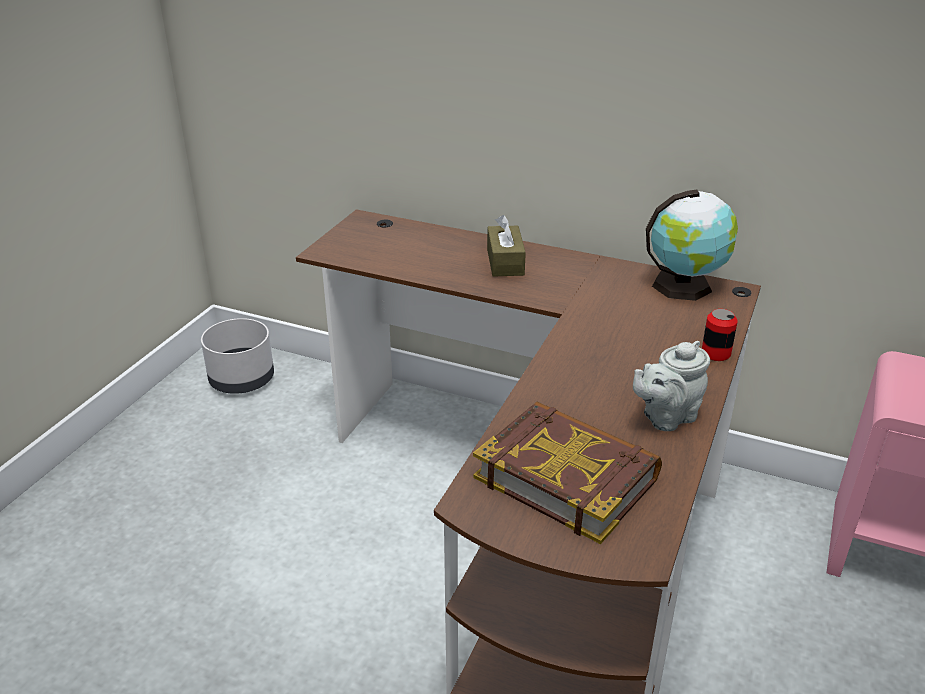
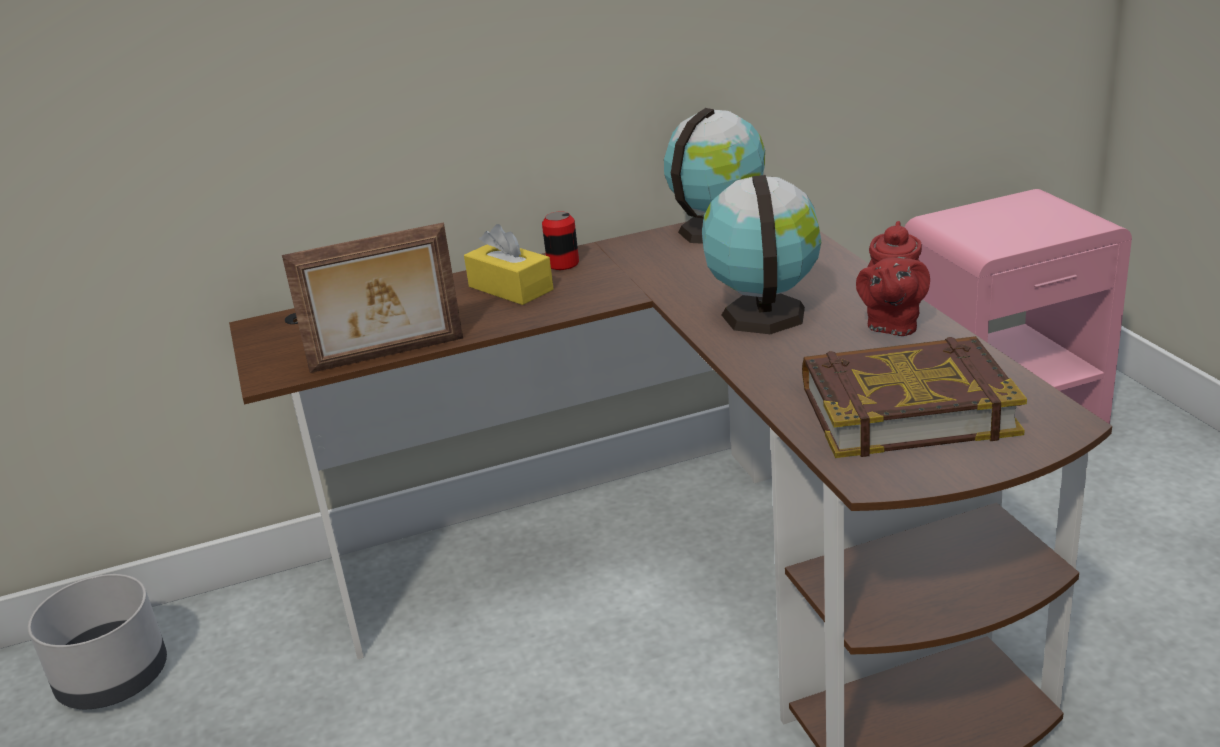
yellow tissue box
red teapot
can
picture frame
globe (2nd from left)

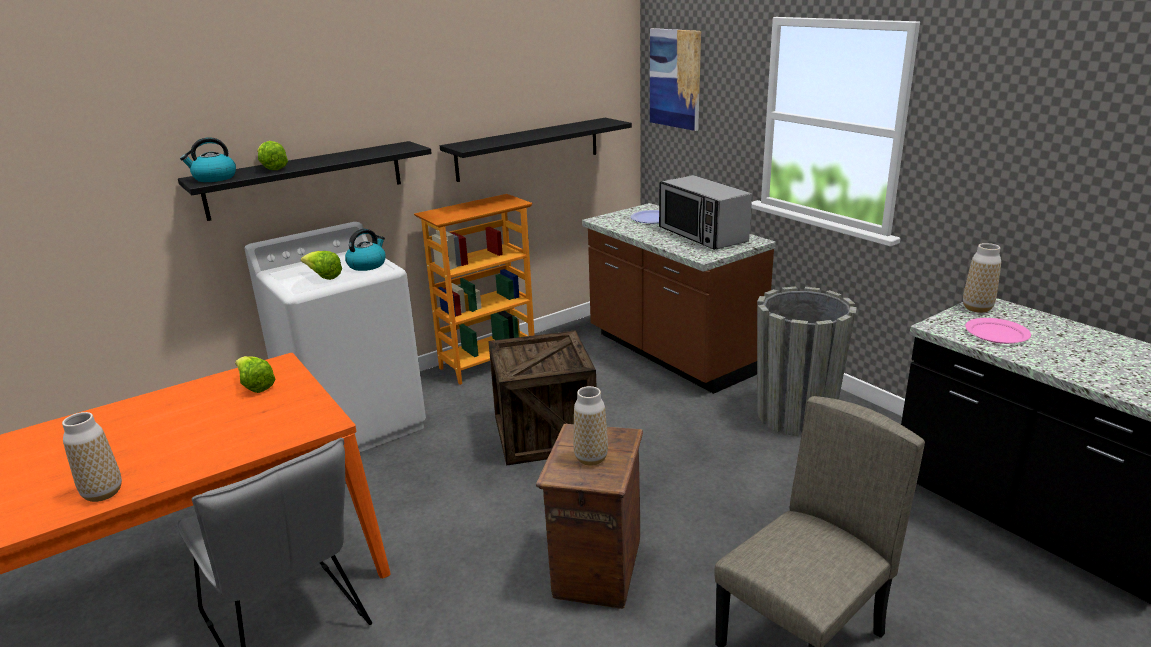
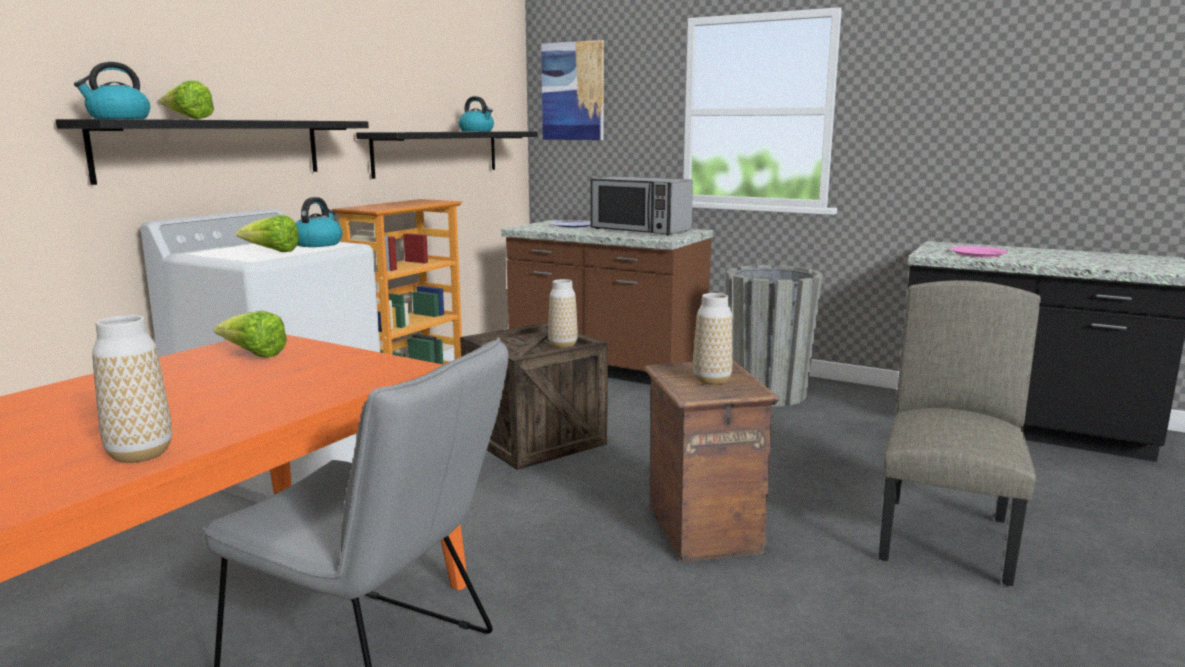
vase (2nd from left)
kettle (3rd from left)

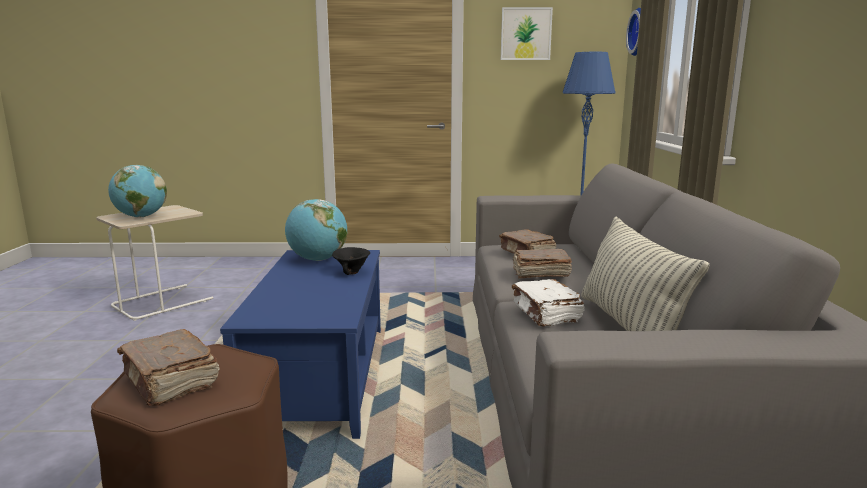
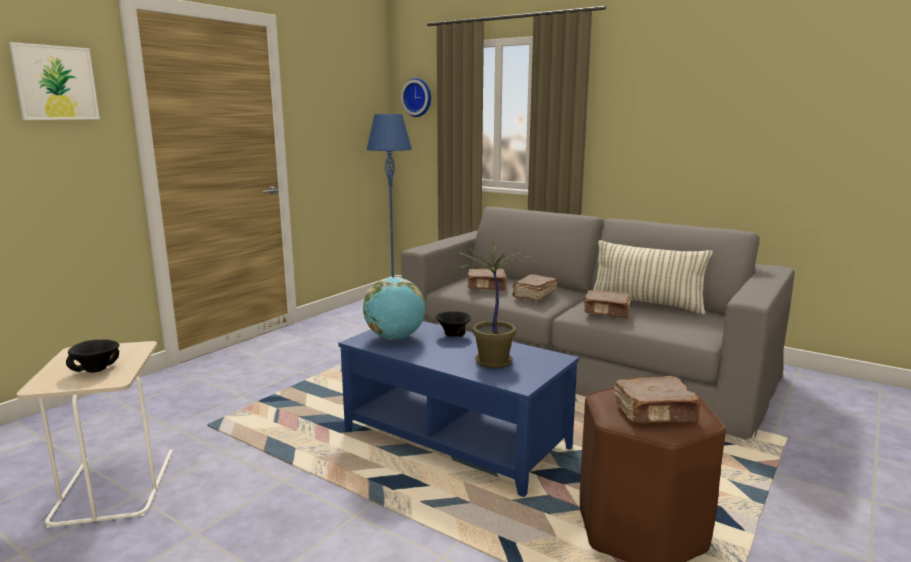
black bowl (1st from left)
picture
brown book (3rd from left)
potted plant

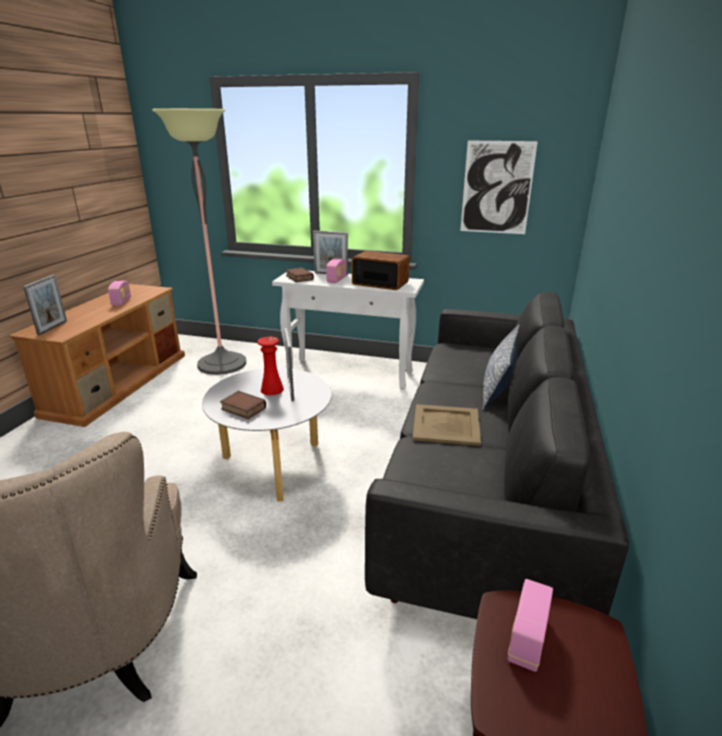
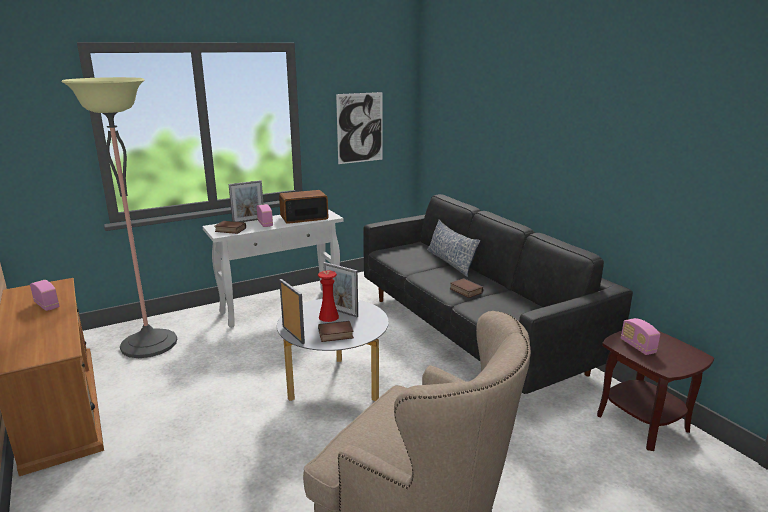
picture frame (2nd from left)
book (3rd from left)

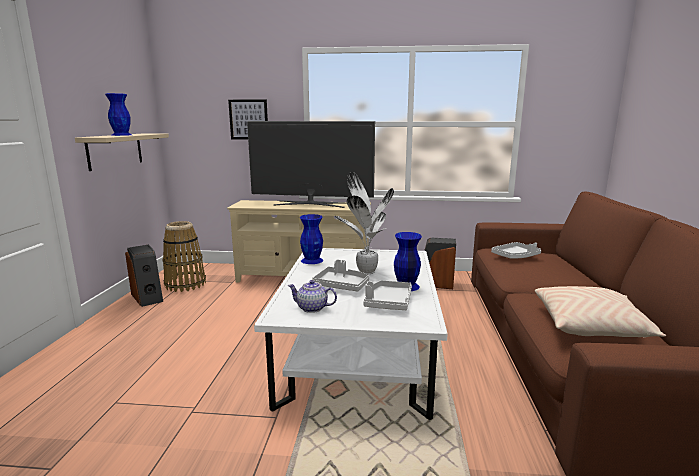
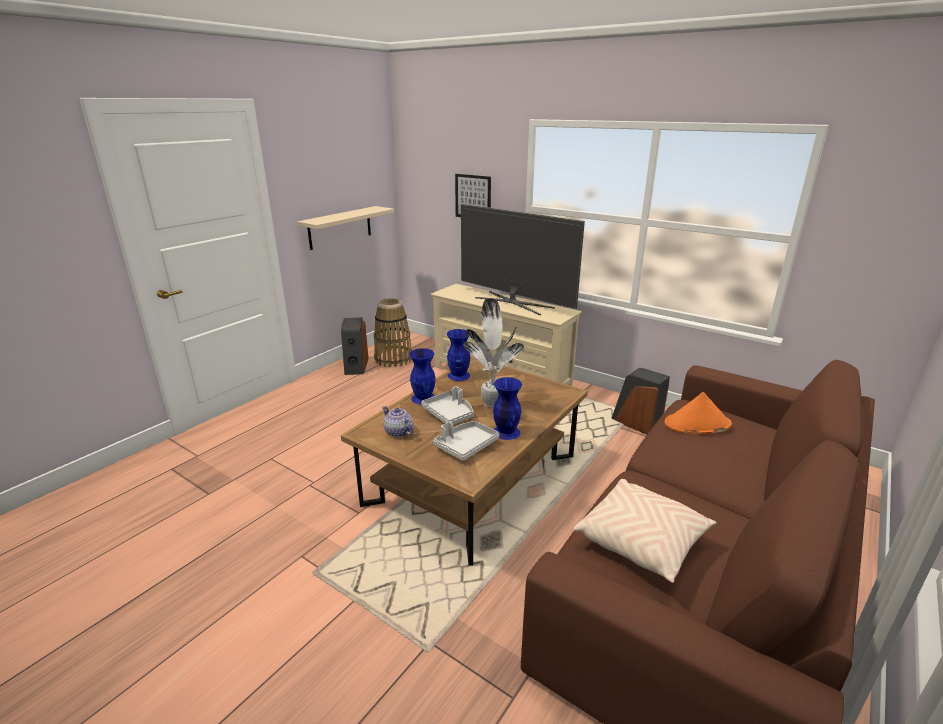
blue vase (1st from left)
brown coffee table
orange hat

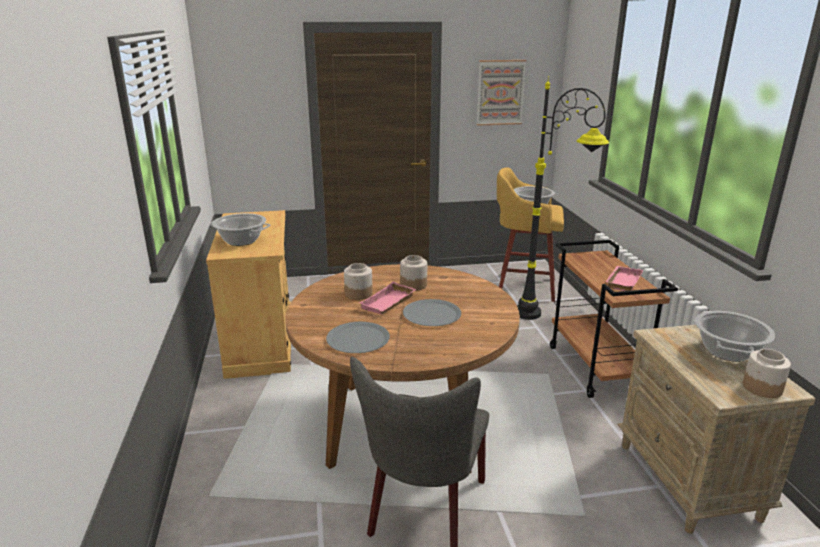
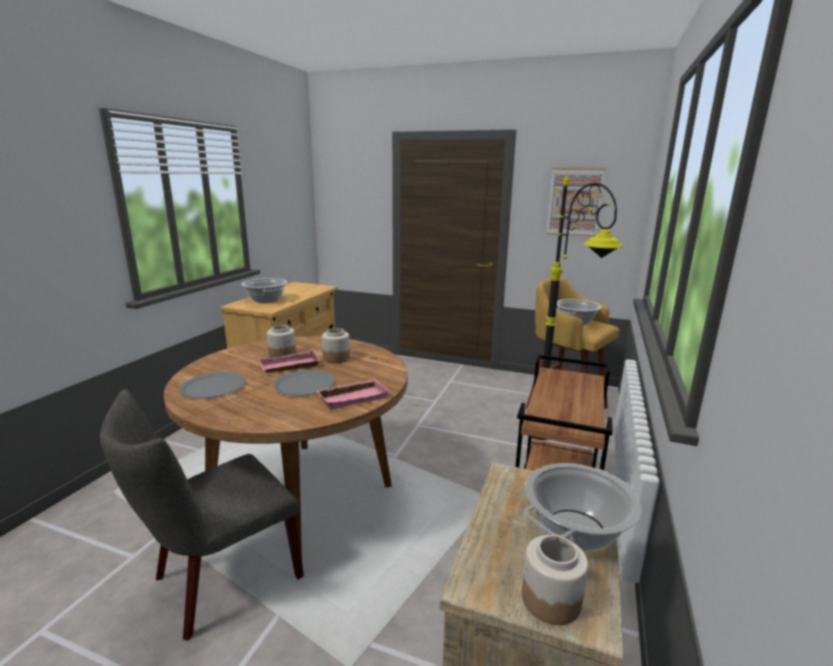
pink tray (2nd from left)

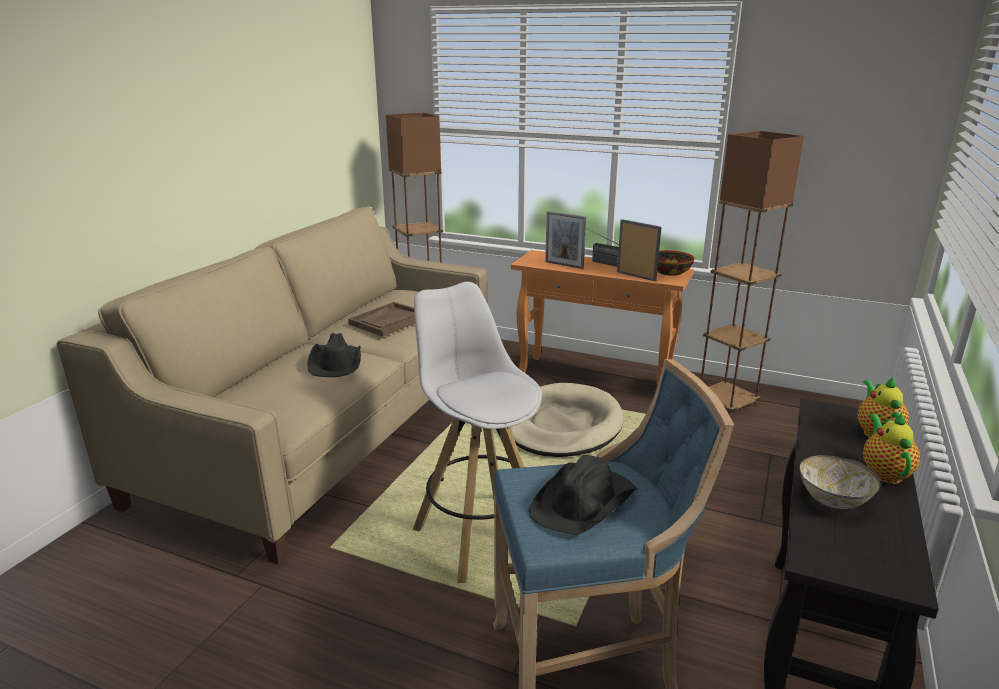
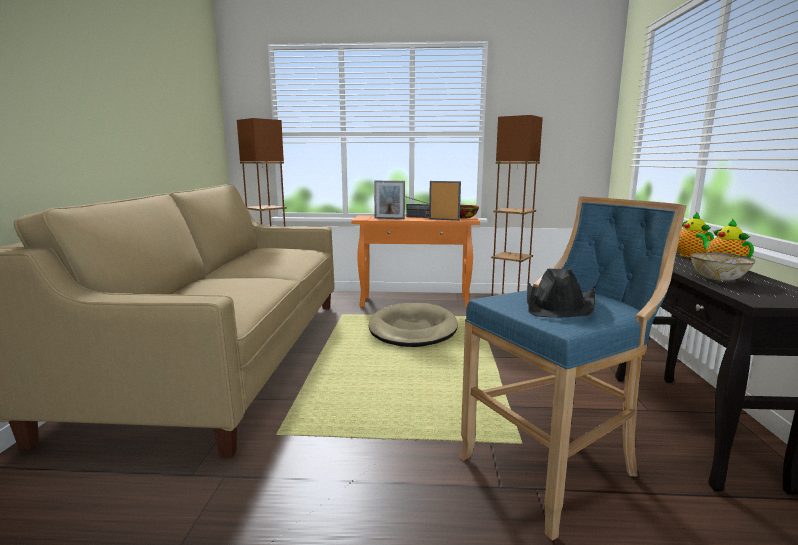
black hat (1st from left in the first image)
brown tray
white stool

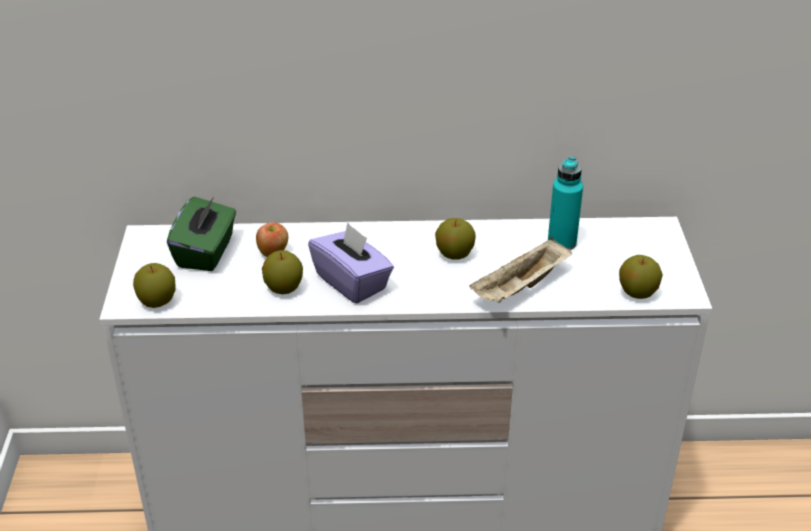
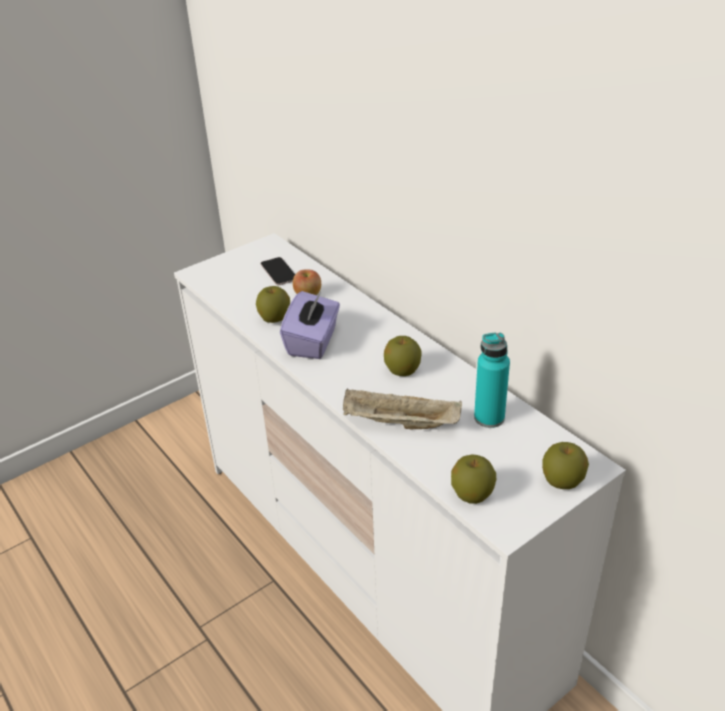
apple (5th from left)
phone

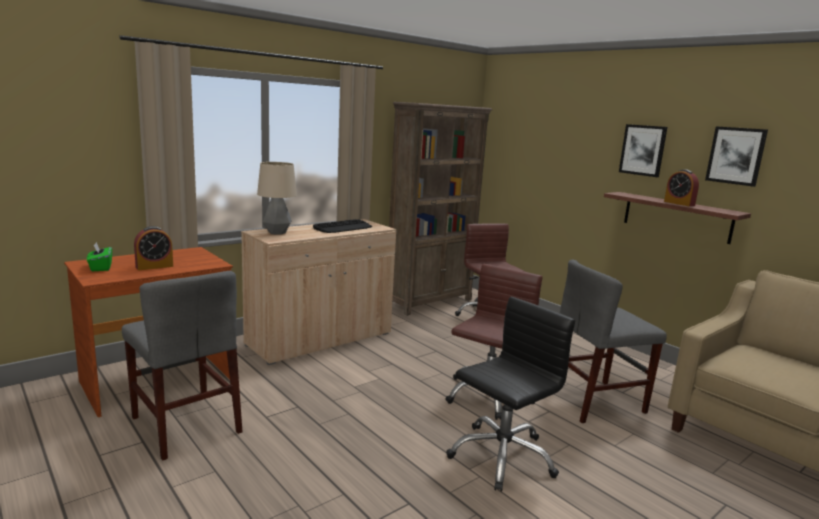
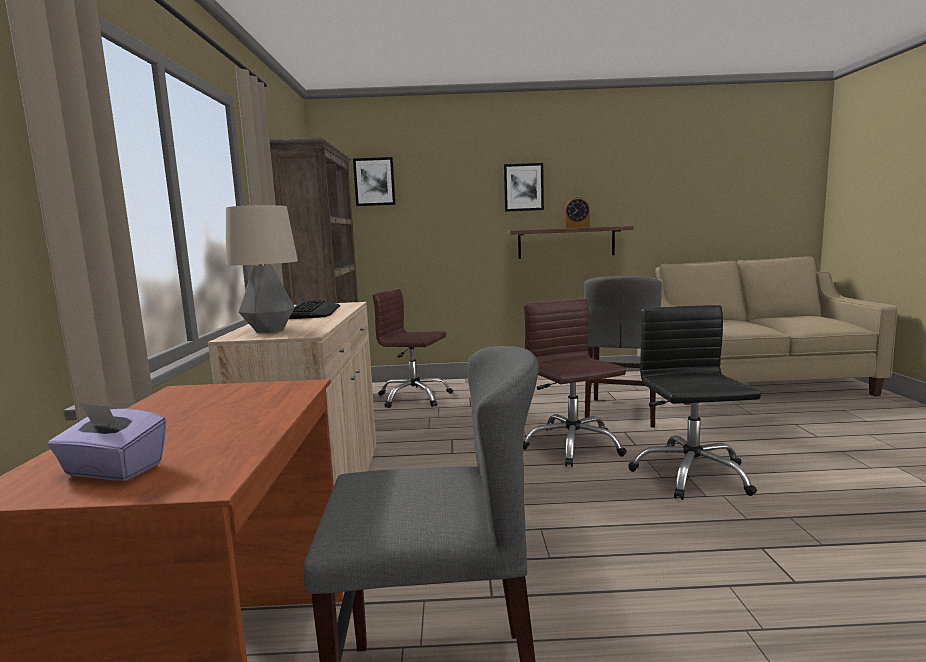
purple tissue box
alarm clock (1st from left in the first image)
picture (1st from left)

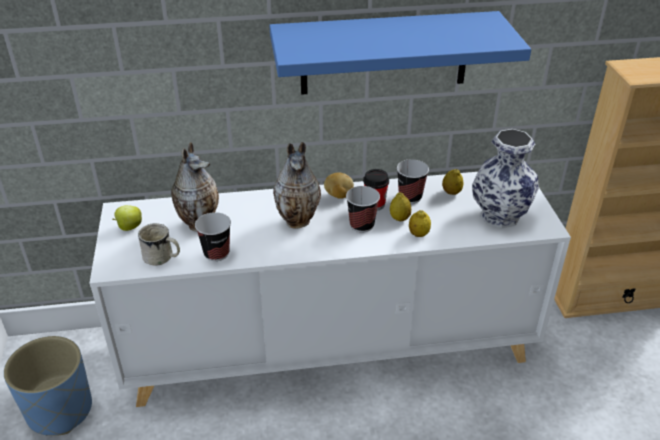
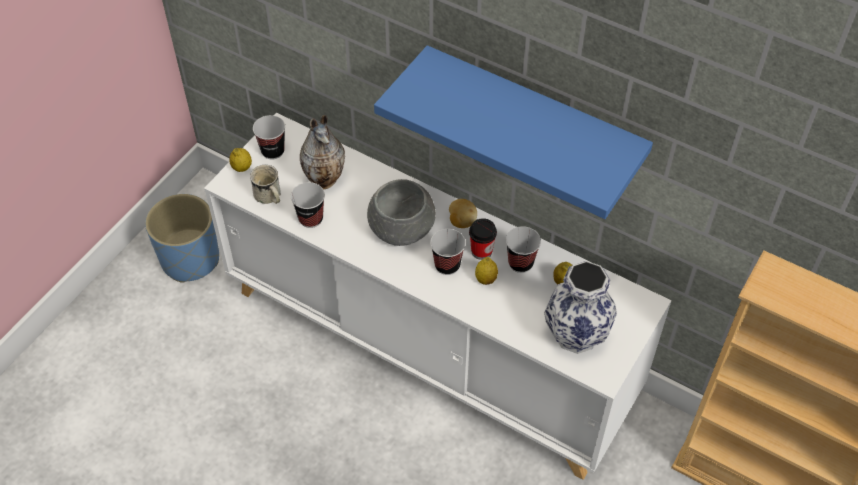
cup (1st from left)
grey bowl
lemon (1st from left)

